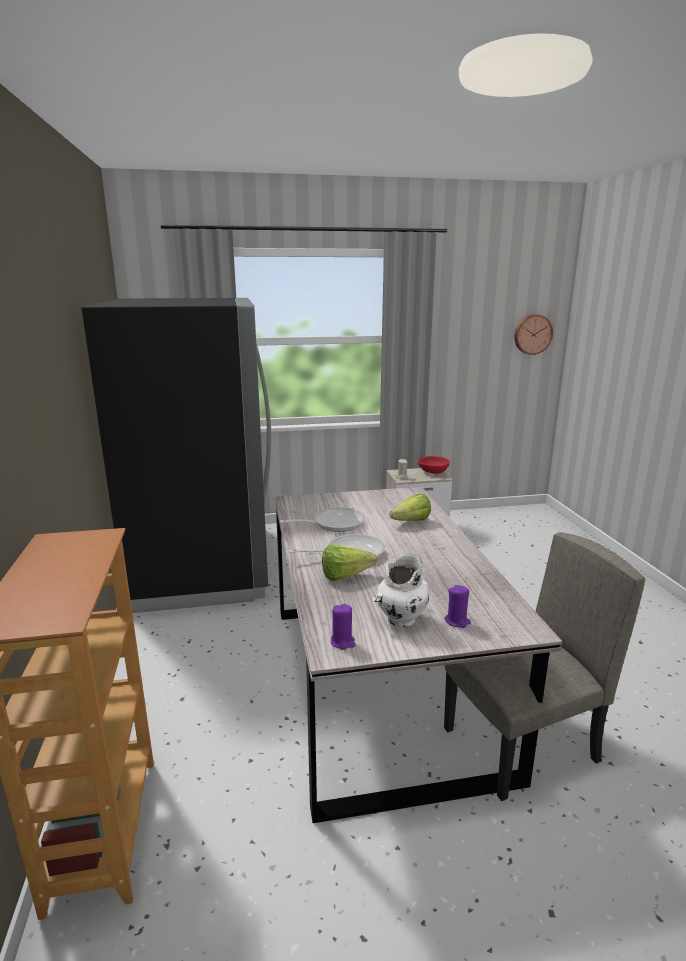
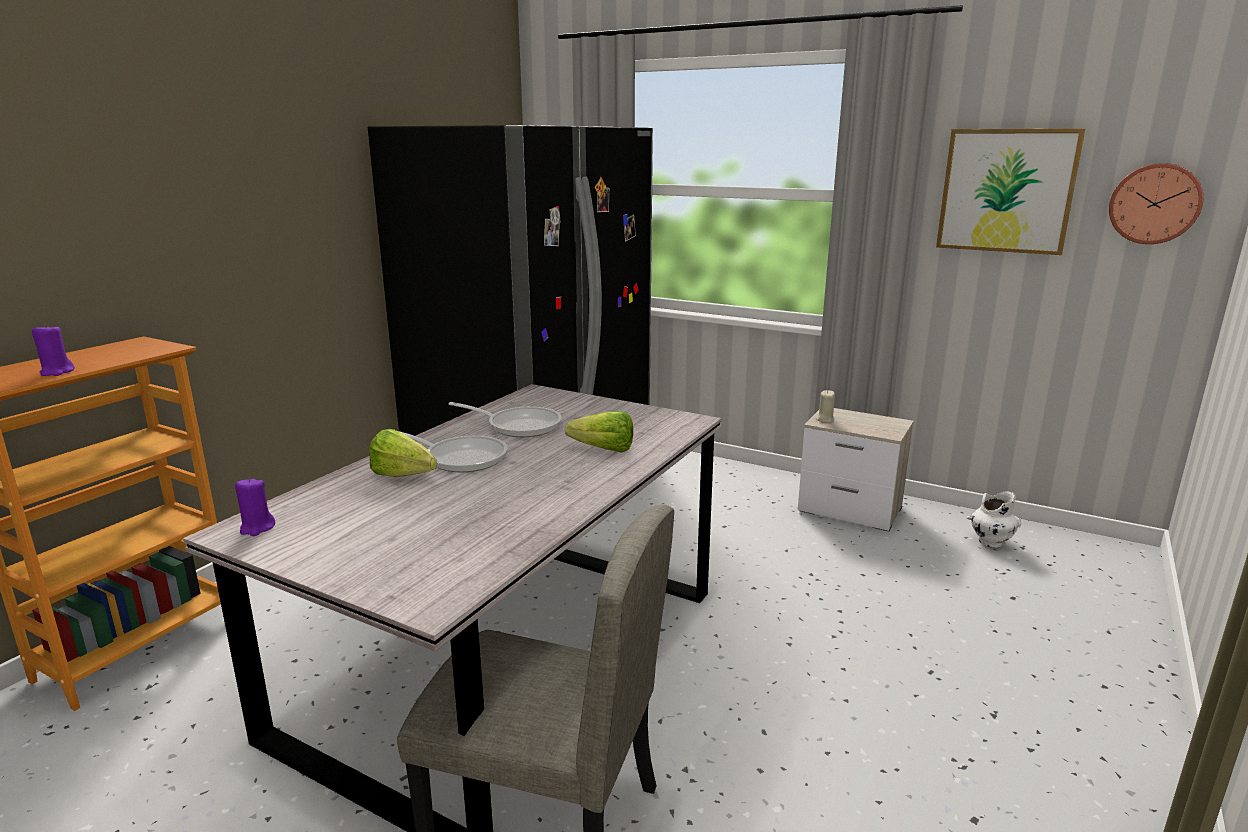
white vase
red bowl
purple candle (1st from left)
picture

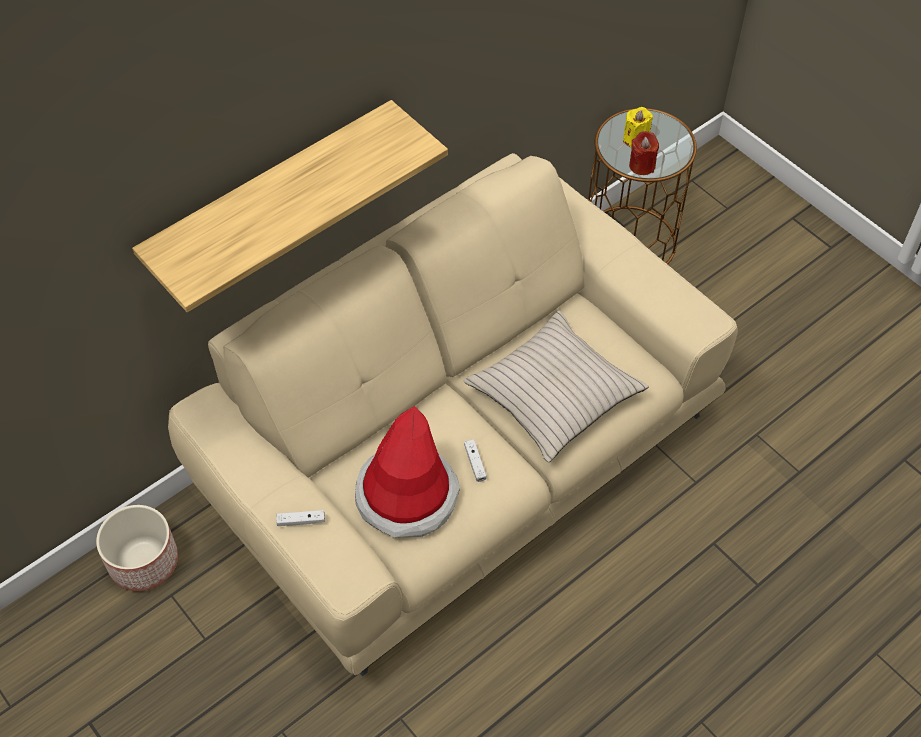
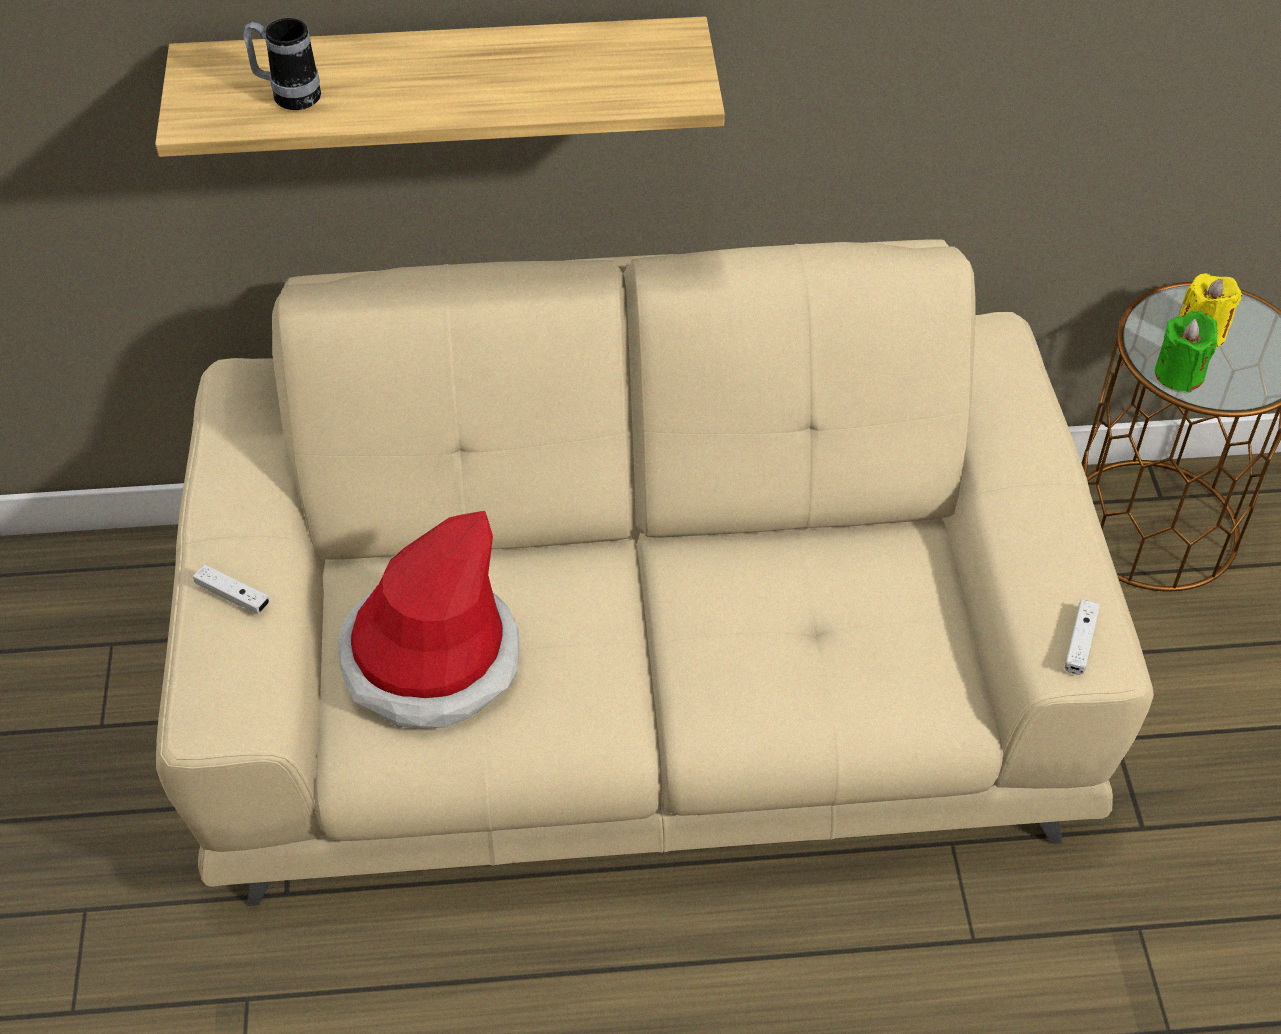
planter
beige pillow
white game controller (2nd from left)
green candle
mug

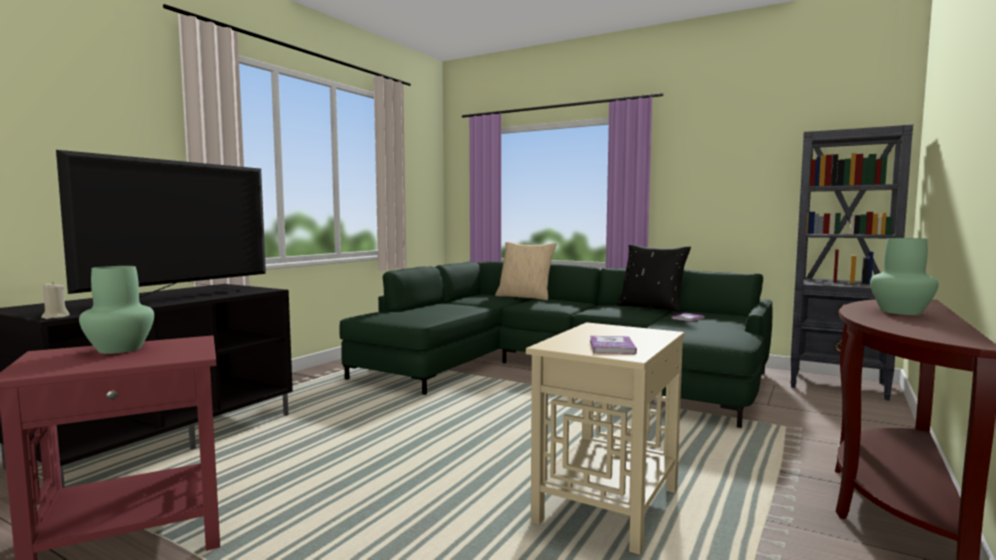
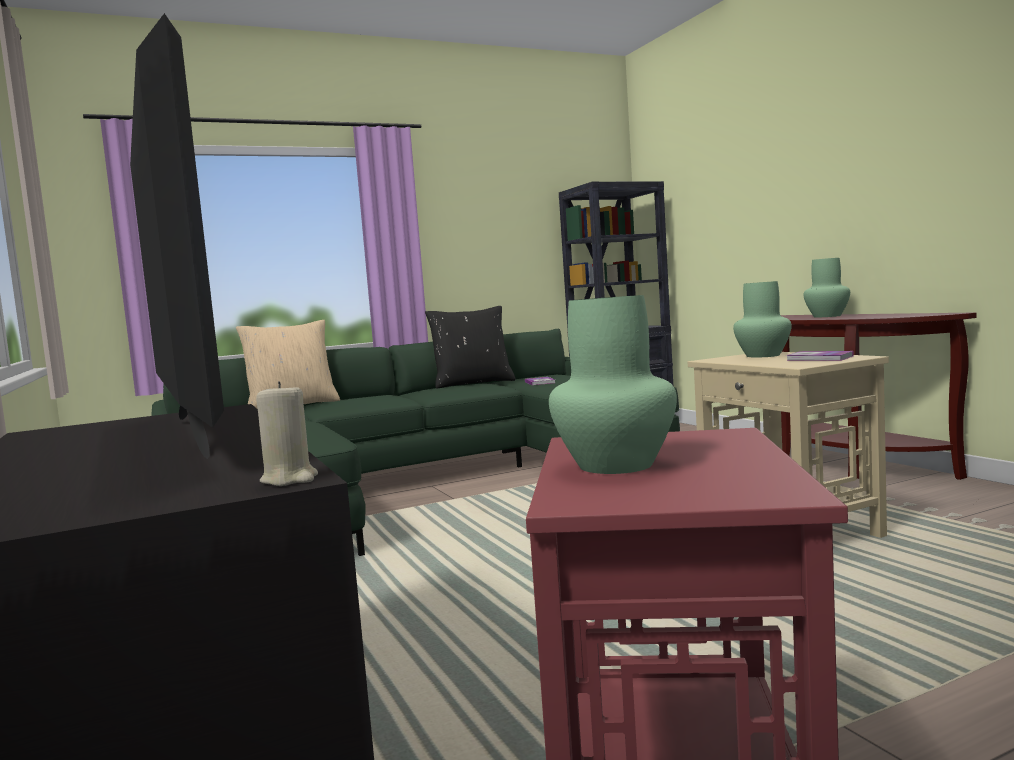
green vase (2nd from left)

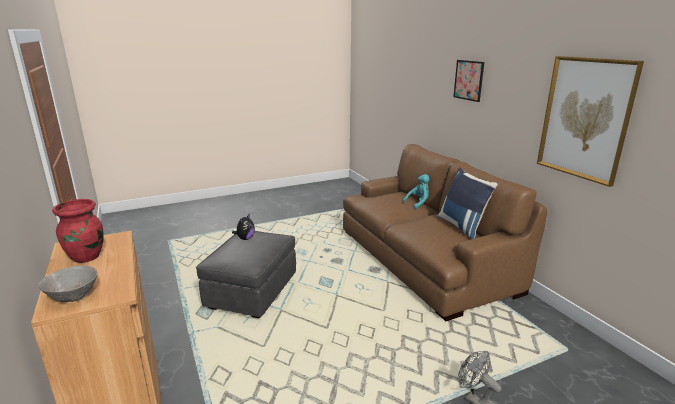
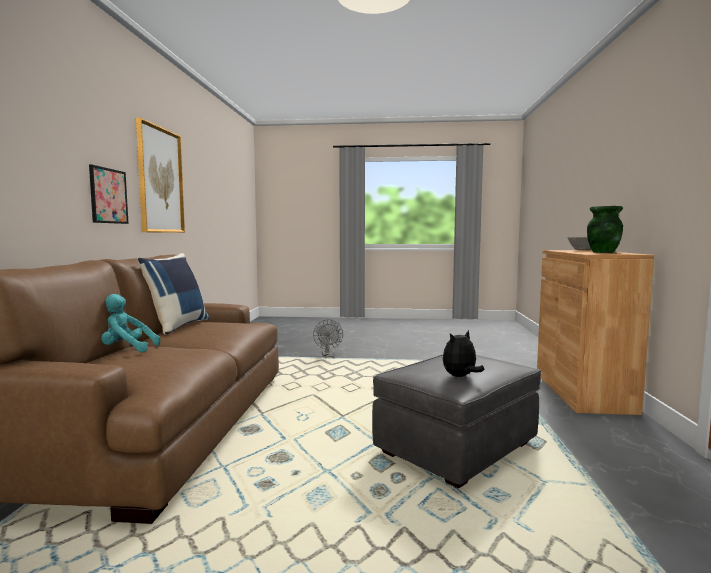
green vase
picture (1st from left)

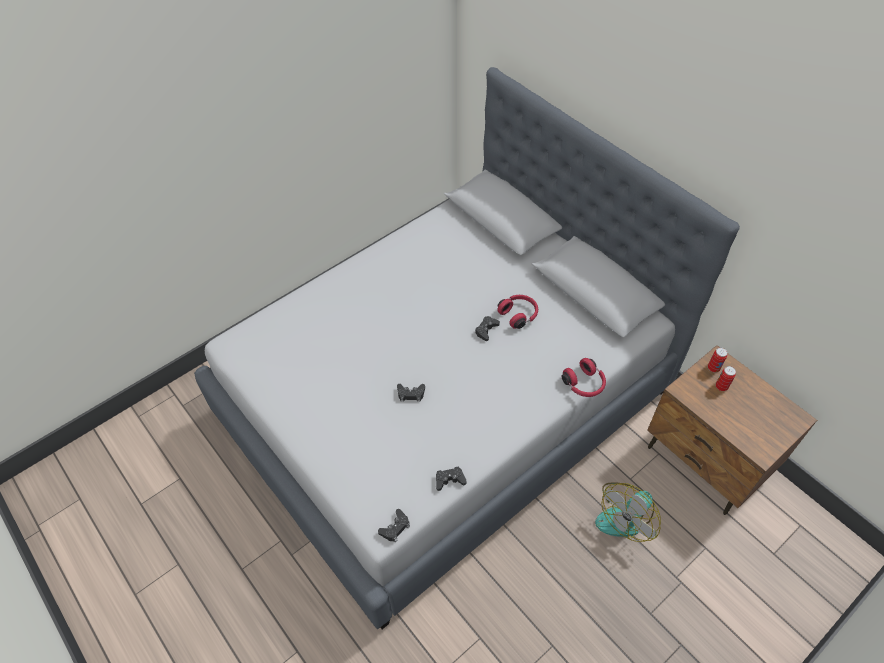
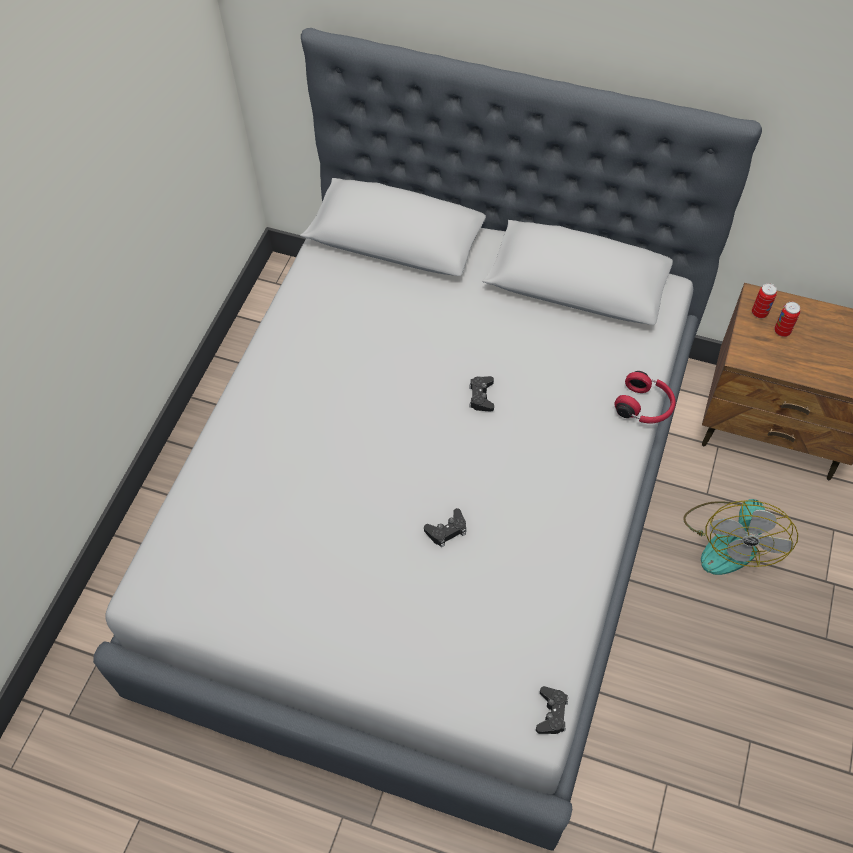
black game controller (3rd from left in the first image)
red headphones (1st from left in the first image)

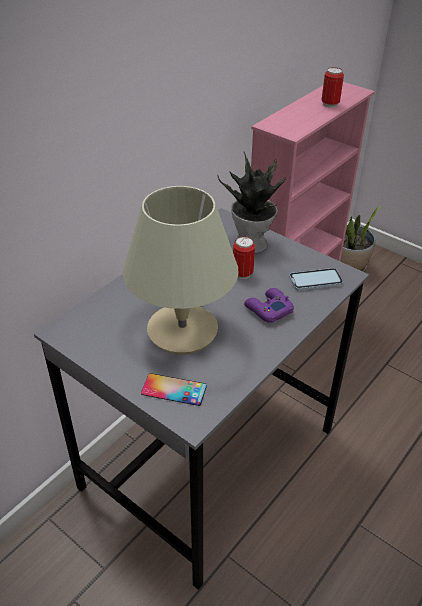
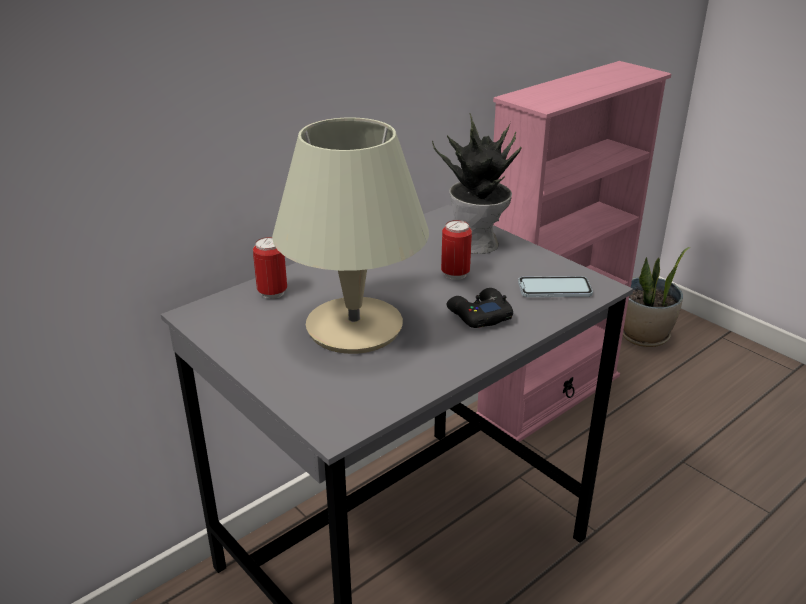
phone (1st from left in the first image)
black game controller
can (1st from left)

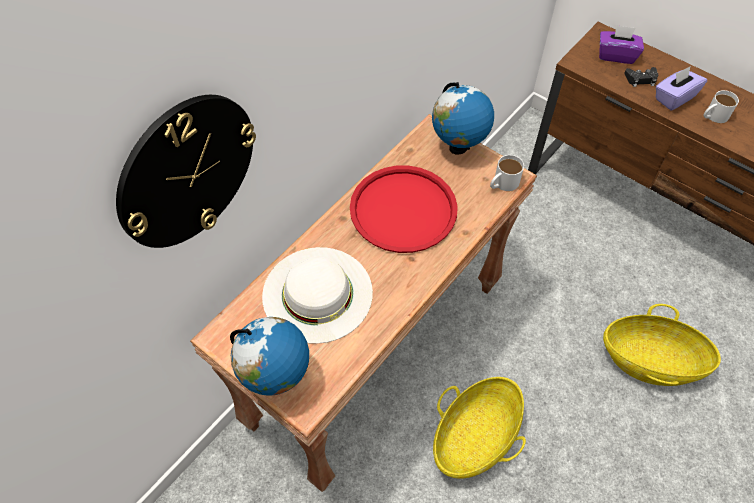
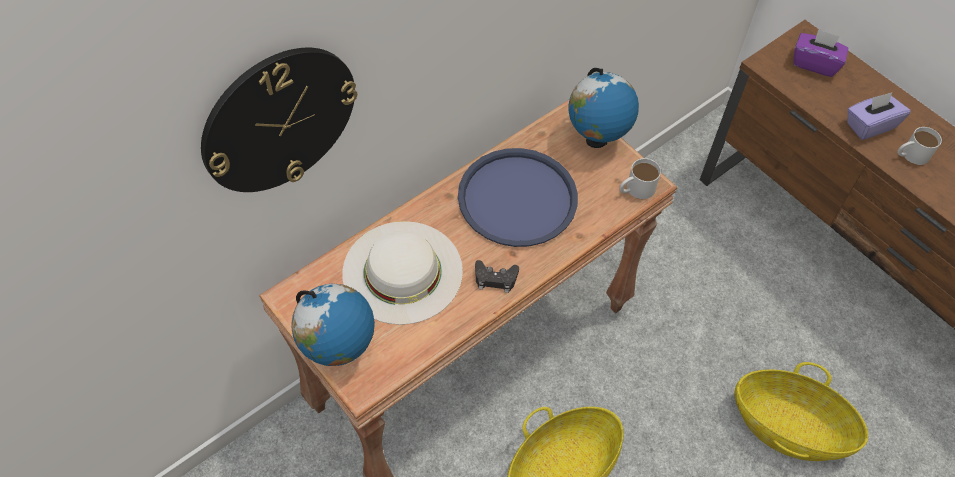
blue tray
black game controller

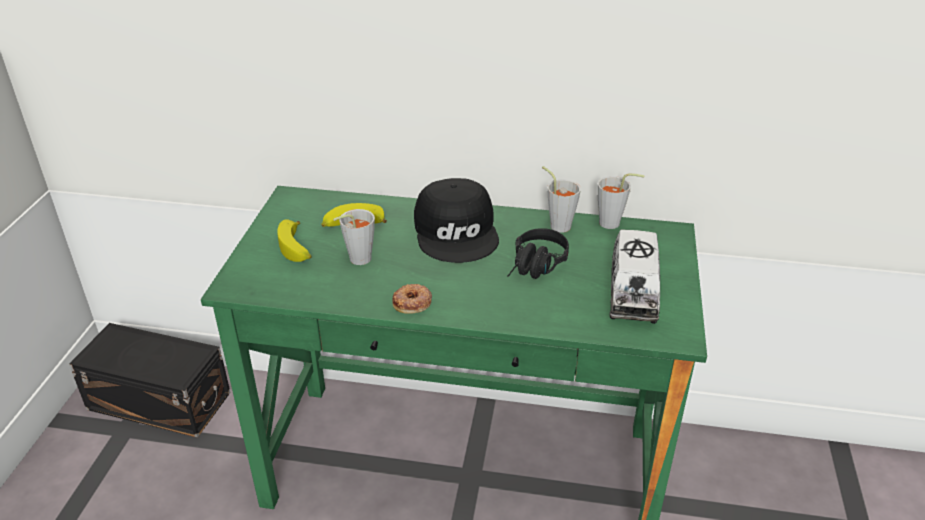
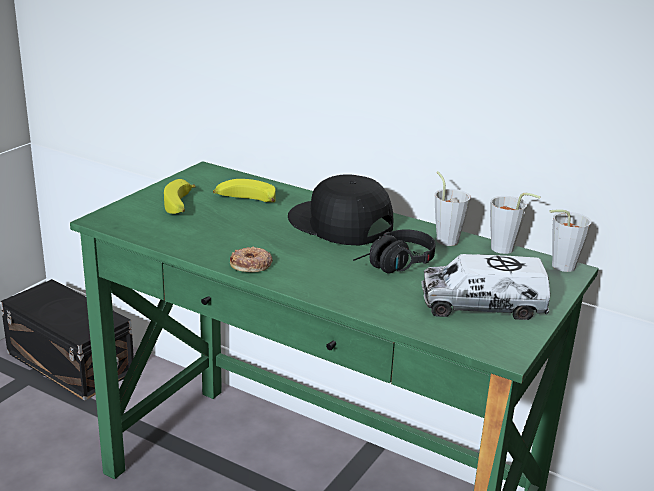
grey cup (3rd from left)
black cap
toy truck

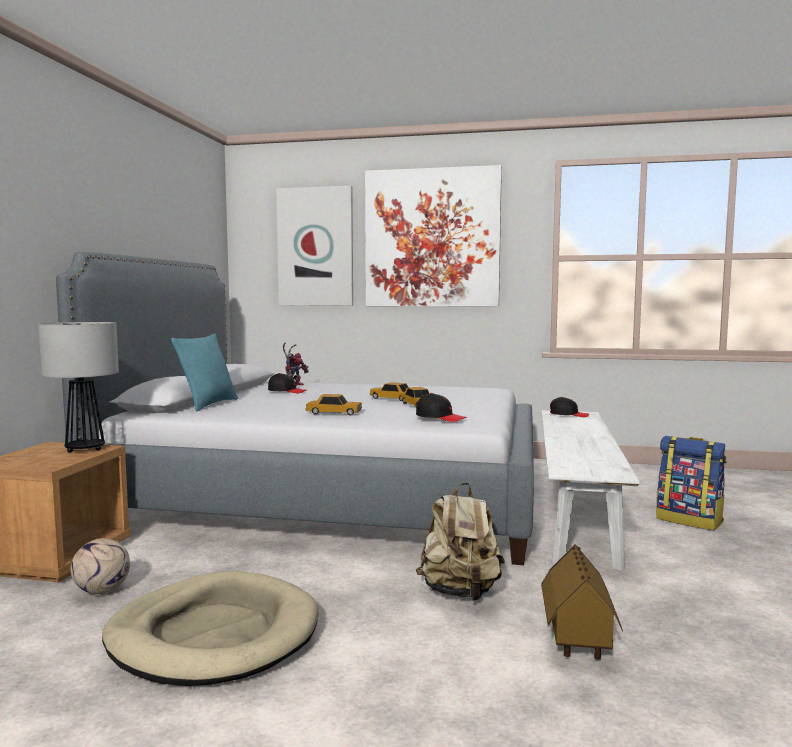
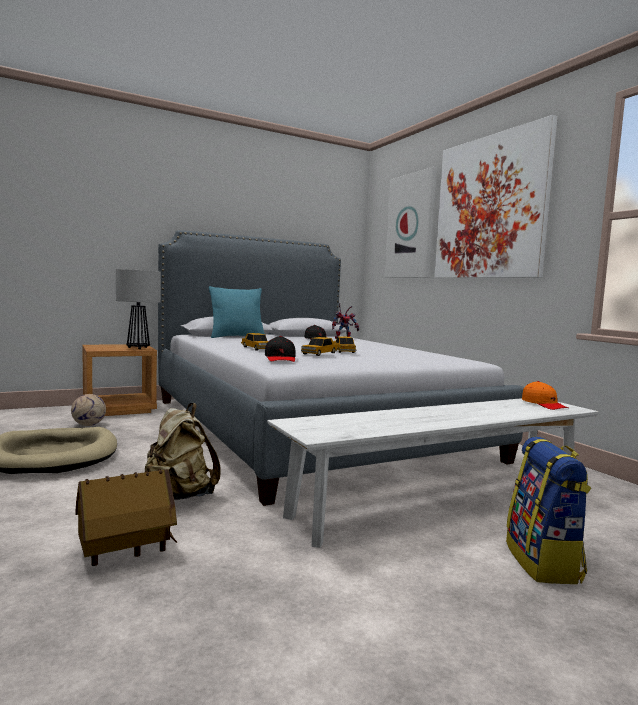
orange cap

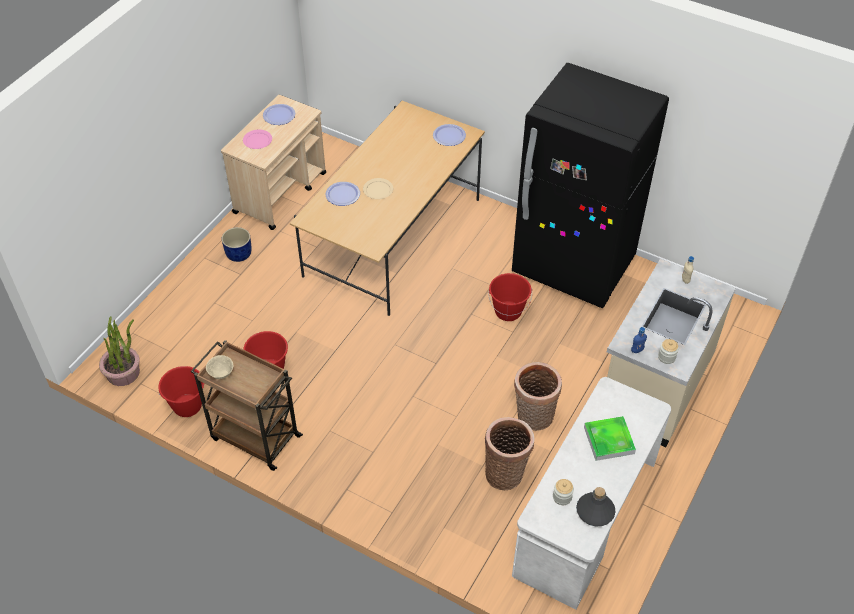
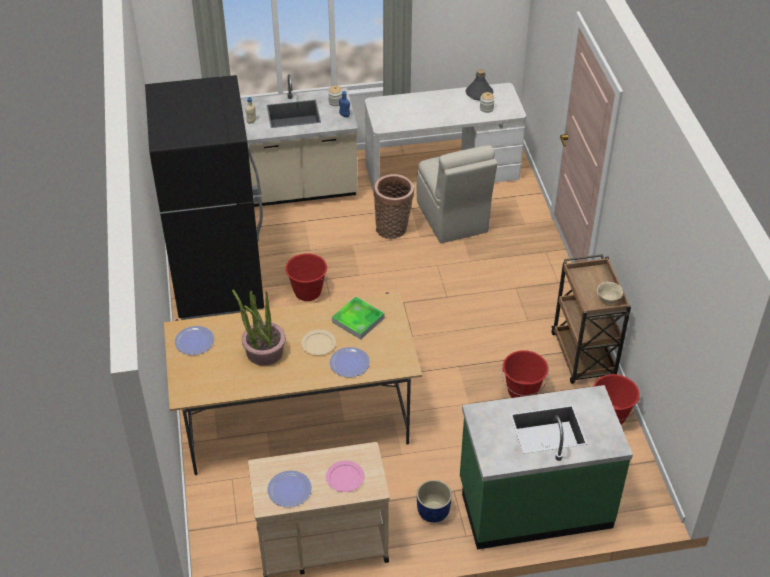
potted plant
beige chair
tray
green counter

